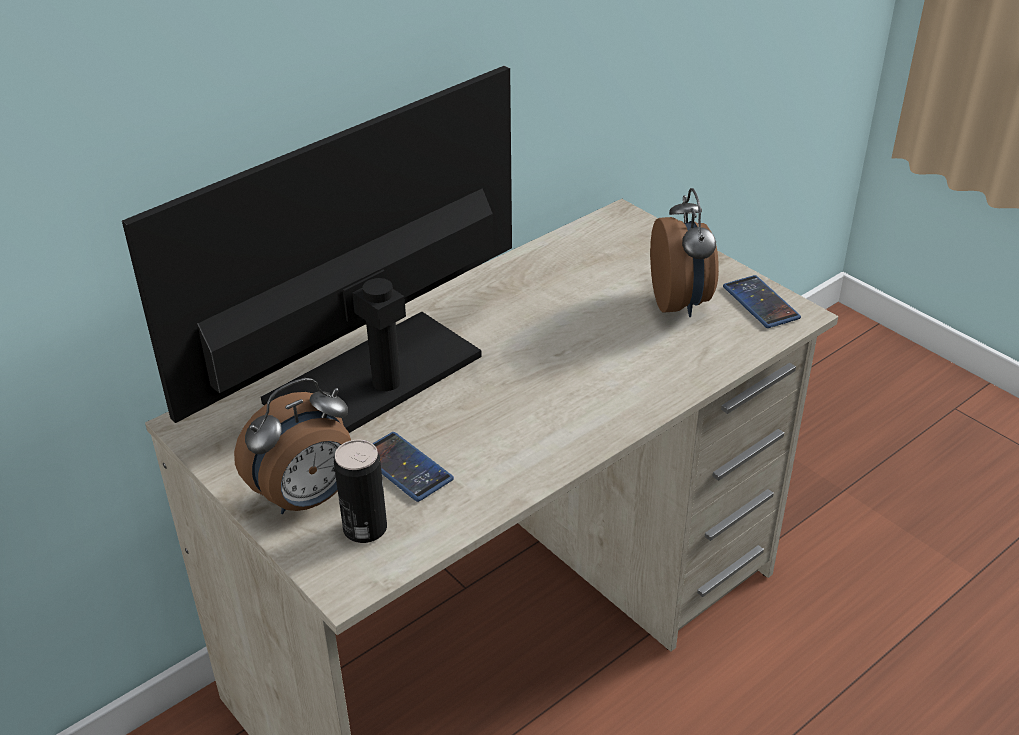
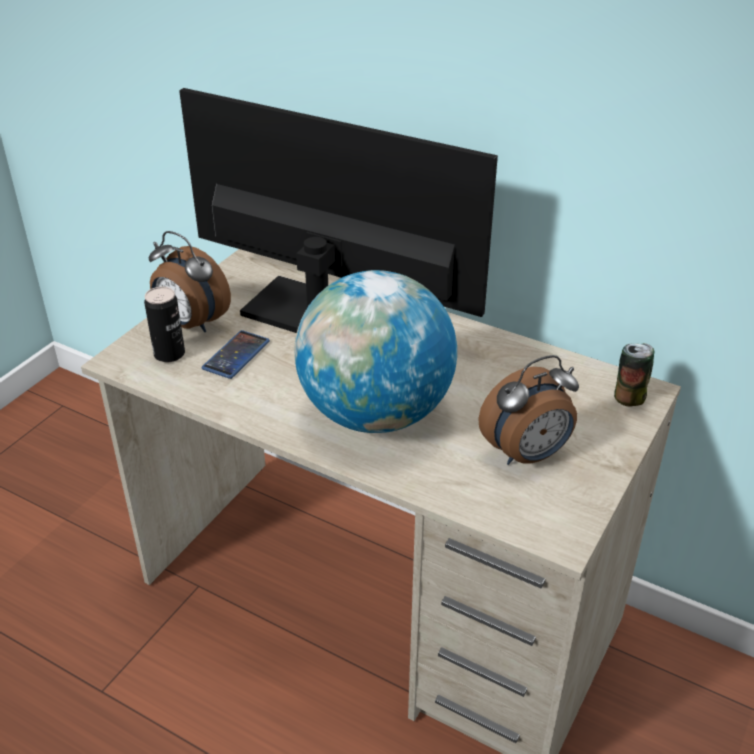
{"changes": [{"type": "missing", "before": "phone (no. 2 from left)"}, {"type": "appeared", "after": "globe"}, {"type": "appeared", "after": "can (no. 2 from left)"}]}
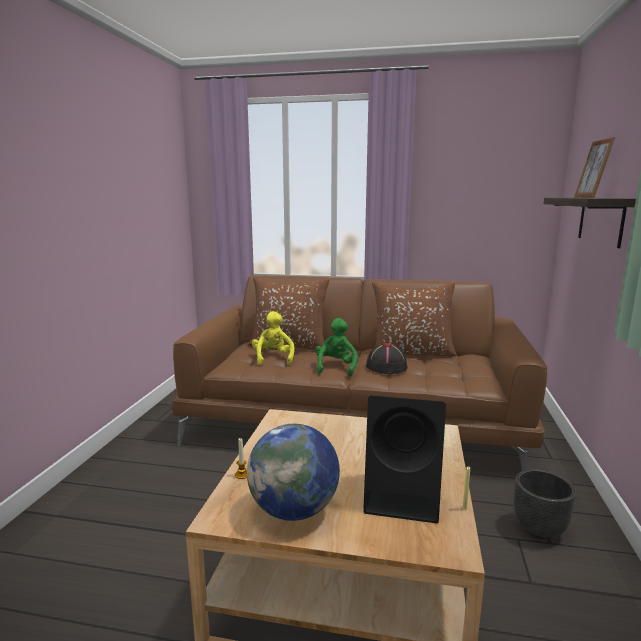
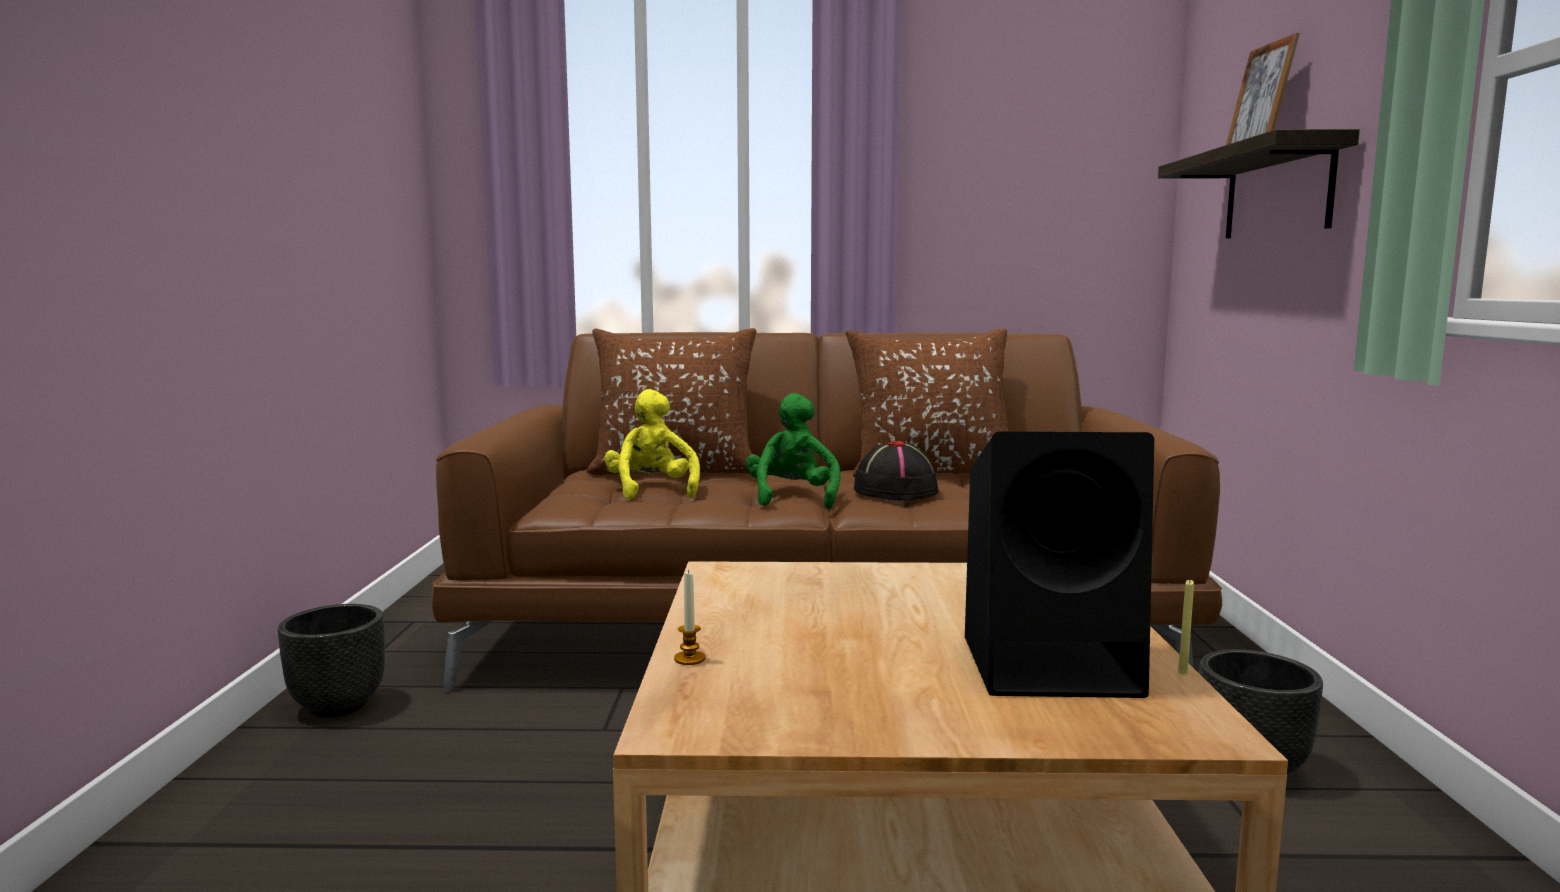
{"changes": [{"type": "missing", "before": "globe"}, {"type": "appeared", "after": "black planter (no. 1 from left)"}]}
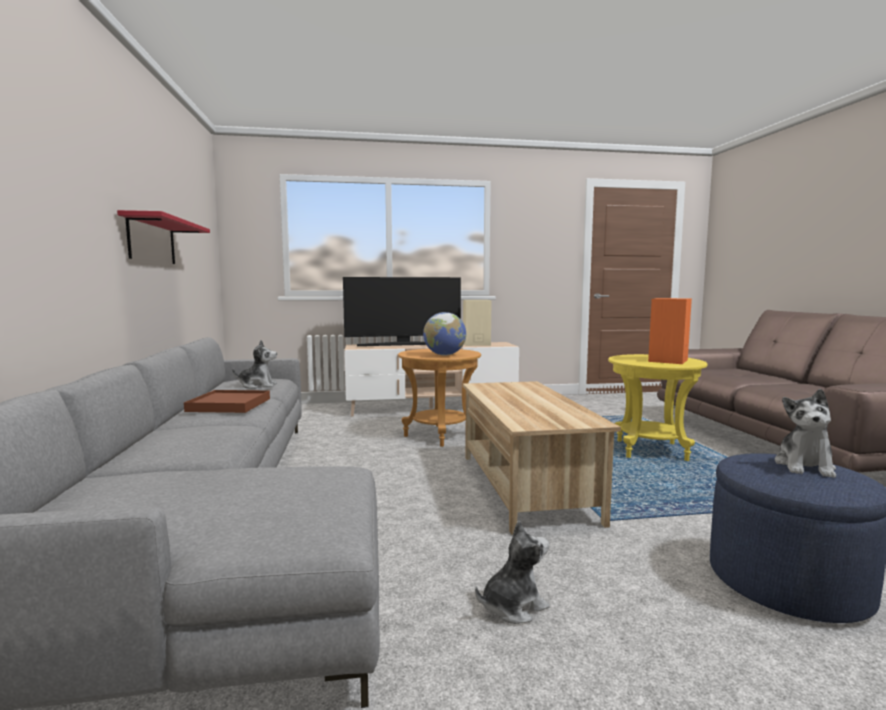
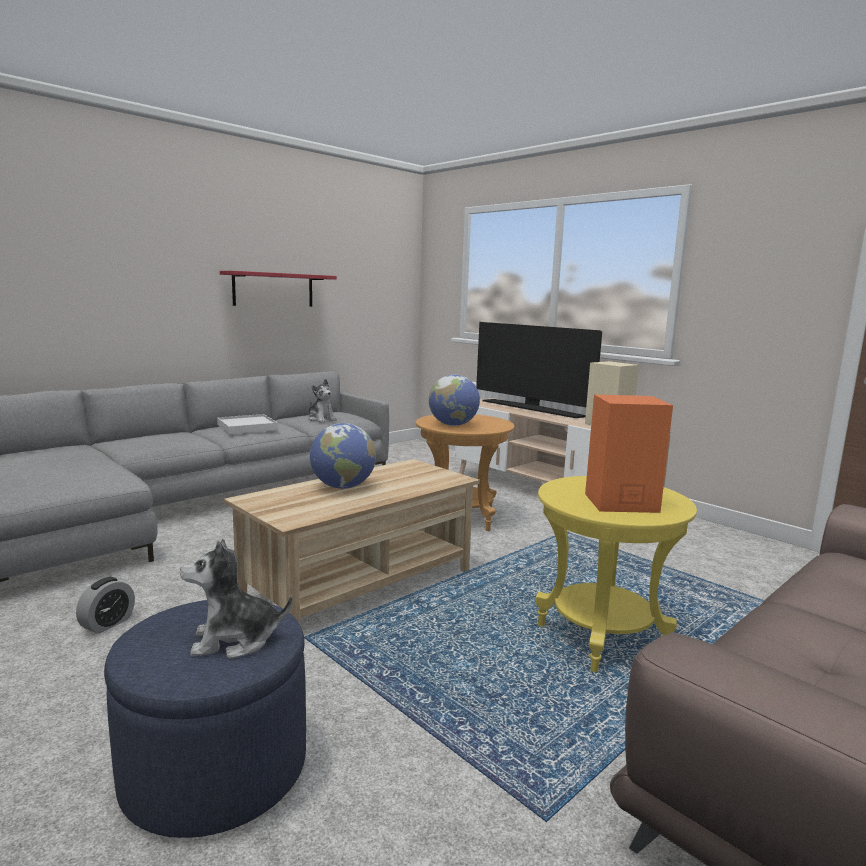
{"changes": [{"type": "appeared", "after": "globe (no. 1 from left)"}, {"type": "exchanged", "before": "plush toy (no. 2 from left)", "after": "alarm clock"}, {"type": "colour", "before": "brown tray", "after": "white tray"}]}
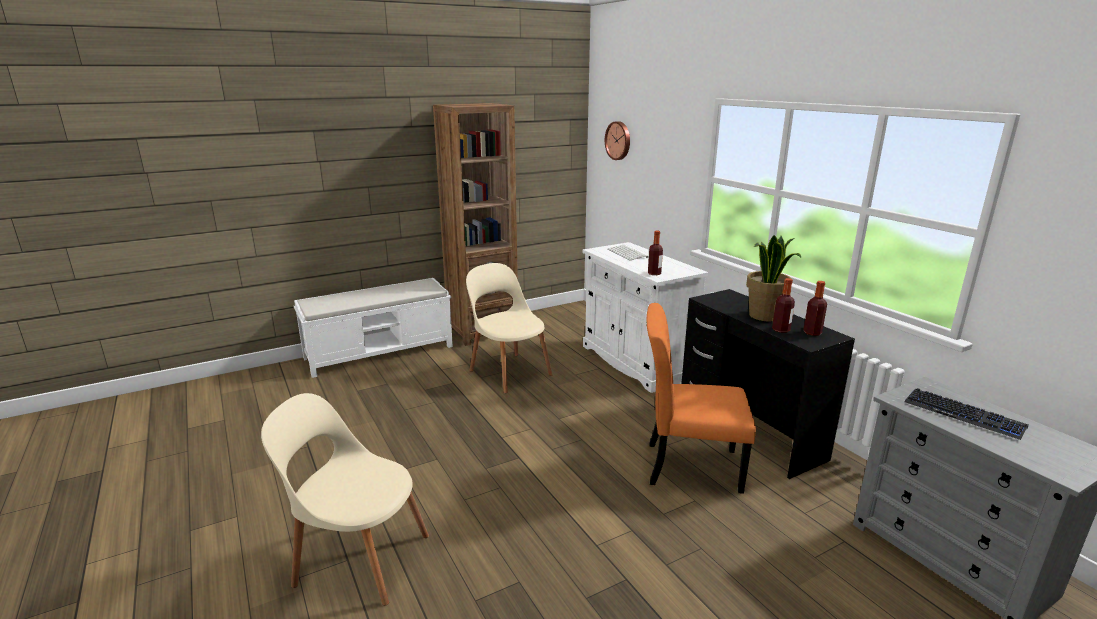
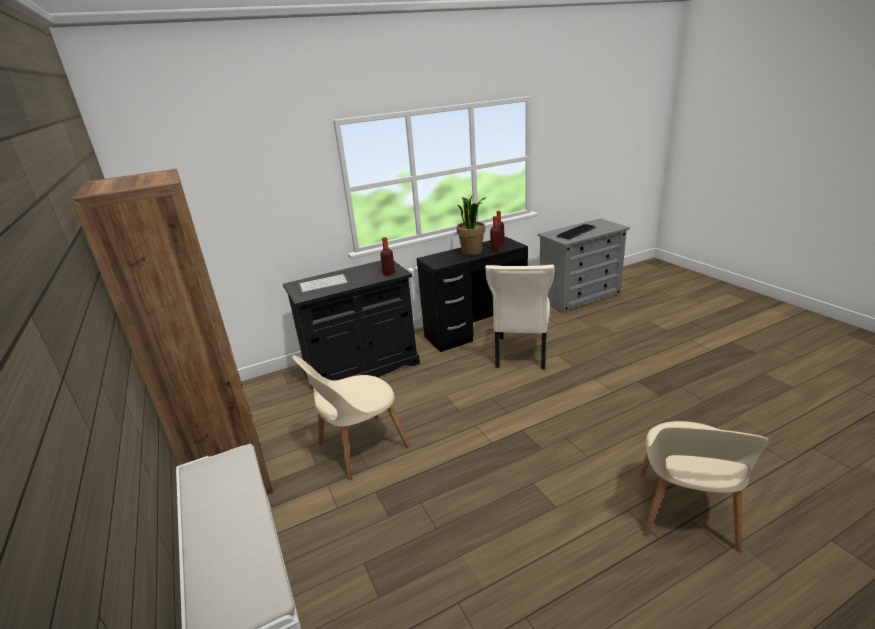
{"changes": [{"type": "missing", "before": "wall clock"}, {"type": "colour", "before": "white cabinet", "after": "black cabinet"}, {"type": "colour", "before": "orange chair", "after": "beige chair (no. 2 from left)"}]}
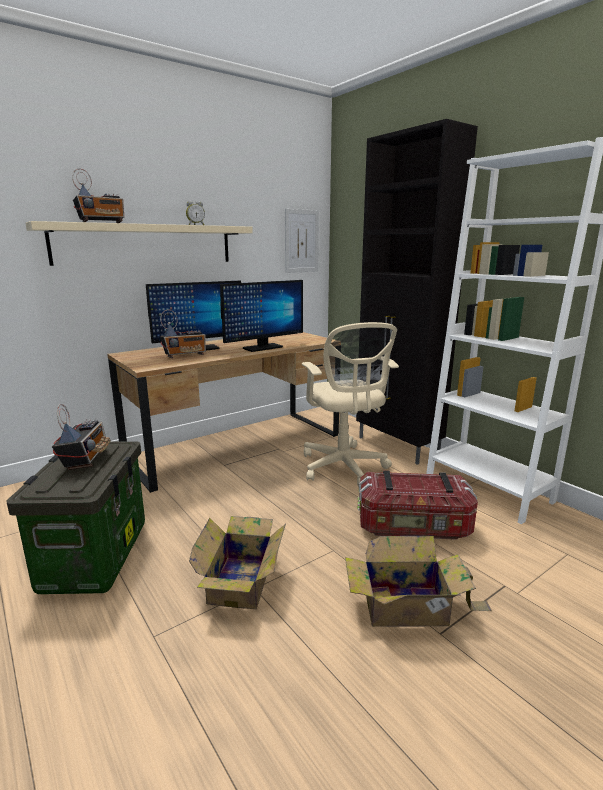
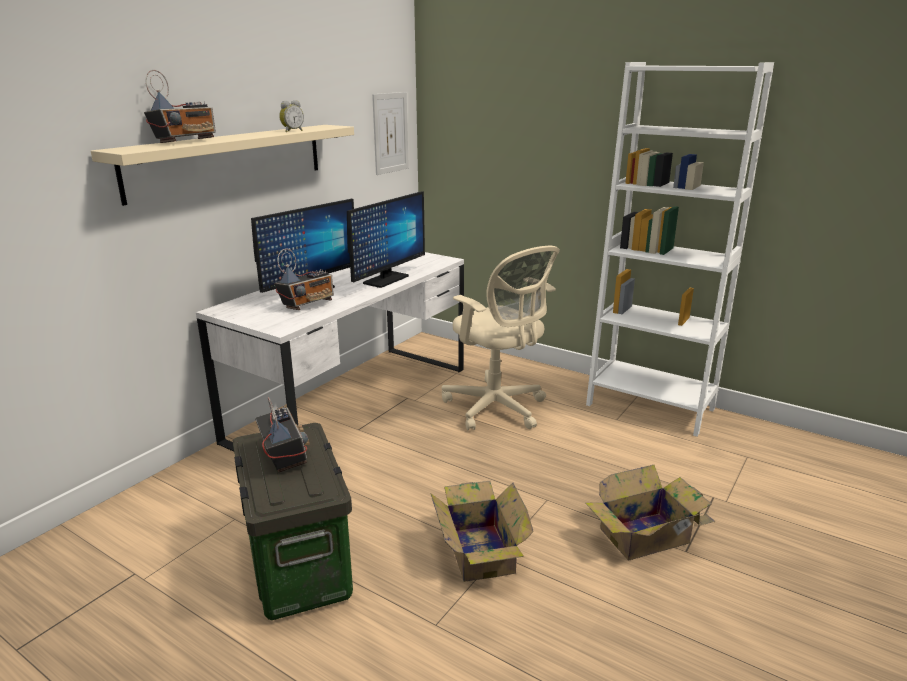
{"changes": [{"type": "missing", "before": "black cabinet"}, {"type": "missing", "before": "storage box (no. 2 from left)"}, {"type": "colour", "before": "brown desk", "after": "white desk"}]}
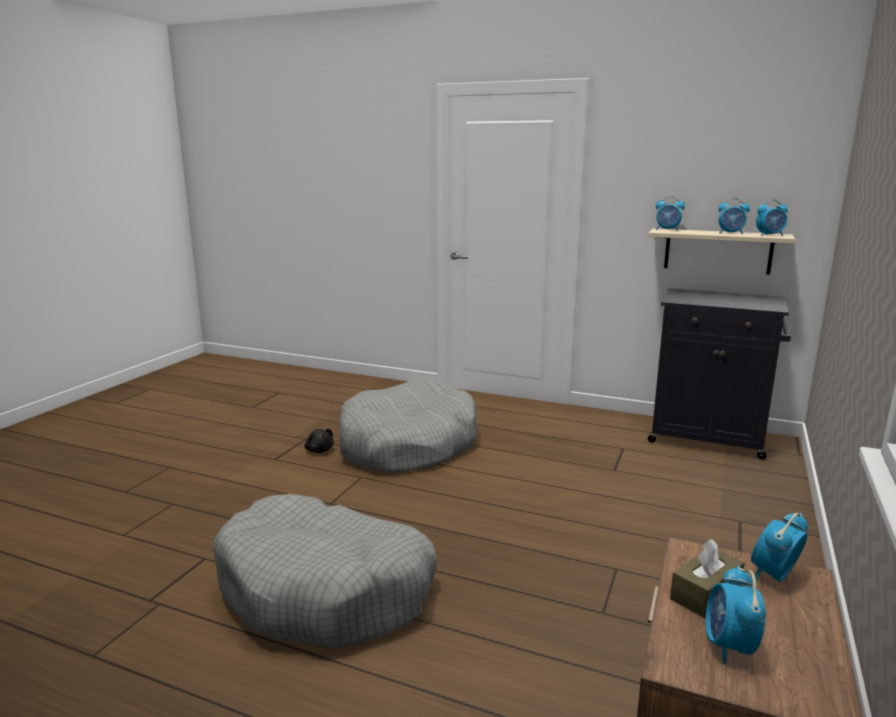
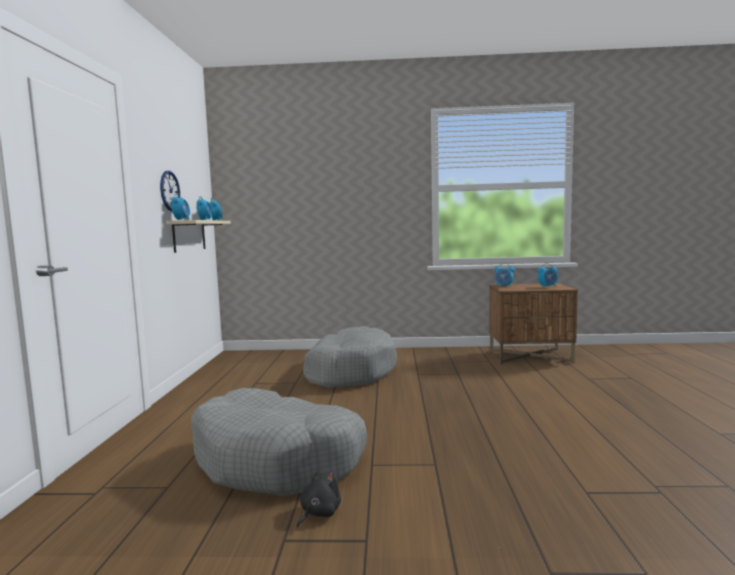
{"changes": [{"type": "missing", "before": "black cabinet"}, {"type": "missing", "before": "brown tissue box"}, {"type": "appeared", "after": "wall clock"}, {"type": "relocated", "before": "grey dog bed (no. 1 from left in the first image)", "after": "grey dog bed (no. 2 from left)"}]}
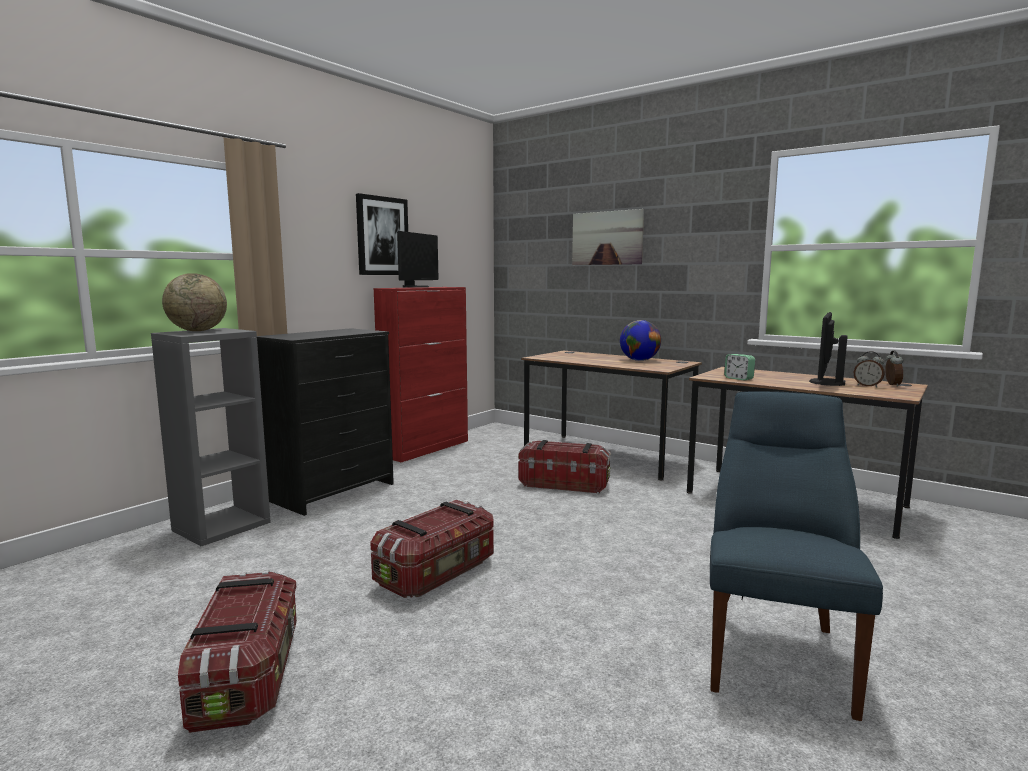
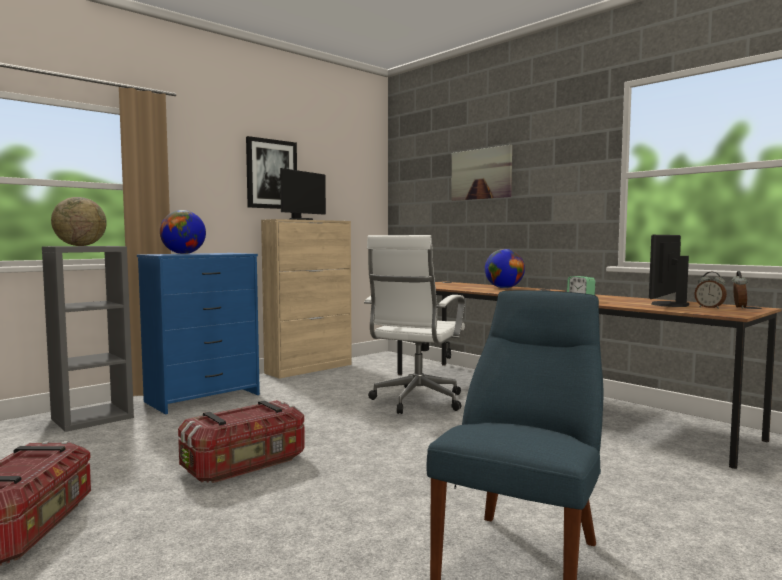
{"changes": [{"type": "appeared", "after": "globe (no. 2 from left)"}, {"type": "exchanged", "before": "storage box (no. 3 from left)", "after": "white office chair"}, {"type": "colour", "before": "black dresser", "after": "blue dresser"}, {"type": "colour", "before": "red cabinet", "after": "beige cabinet"}]}
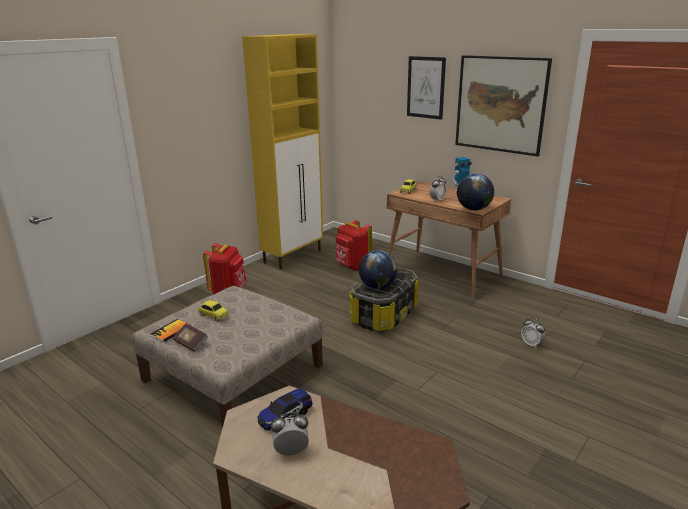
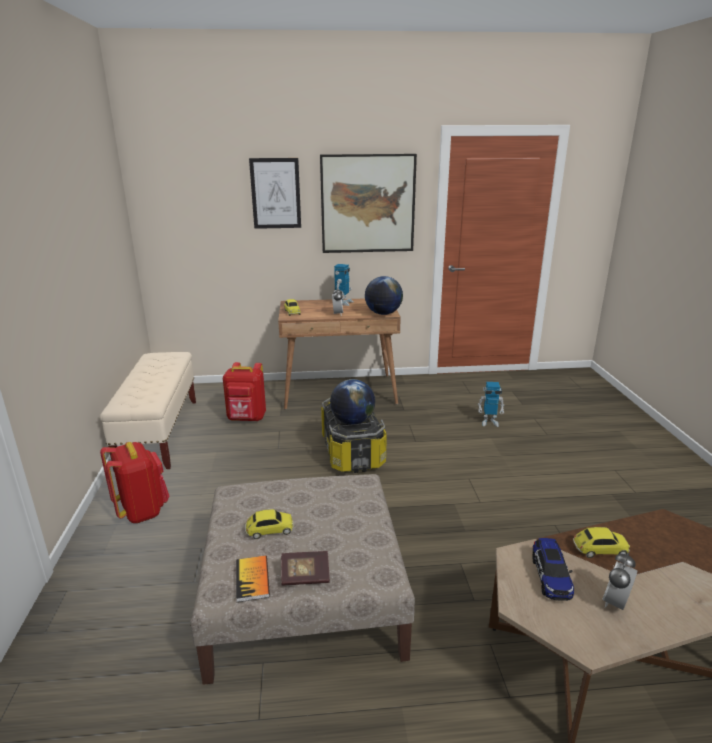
{"changes": [{"type": "appeared", "after": "toy car (no. 4 from left)"}, {"type": "exchanged", "before": "yellow cabinet", "after": "beige bench"}, {"type": "exchanged", "before": "alarm clock (no. 3 from left)", "after": "toy robot (no. 2 from left)"}]}
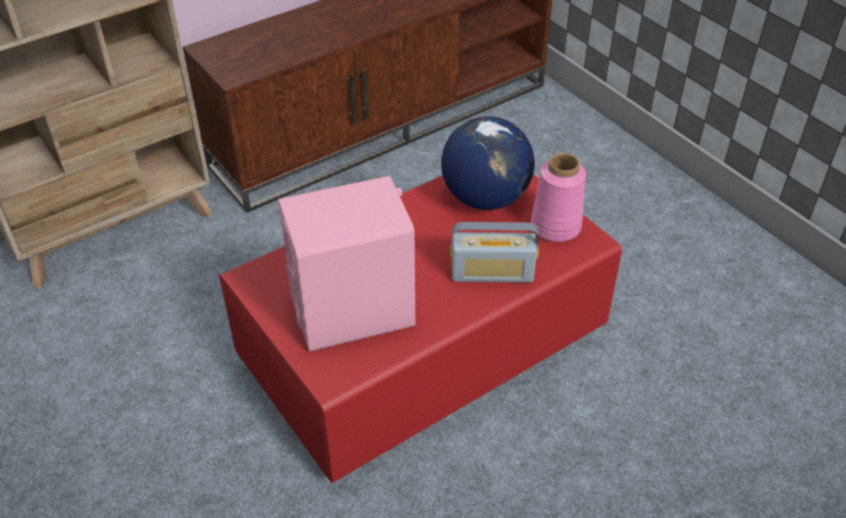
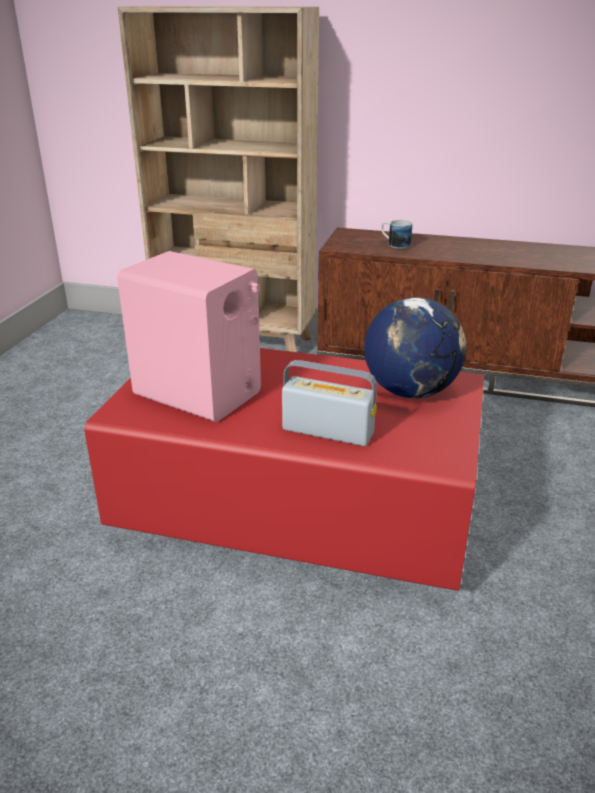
{"changes": [{"type": "missing", "before": "pink vase"}, {"type": "appeared", "after": "mug"}, {"type": "spun", "before": "radio", "turn": 150}]}
